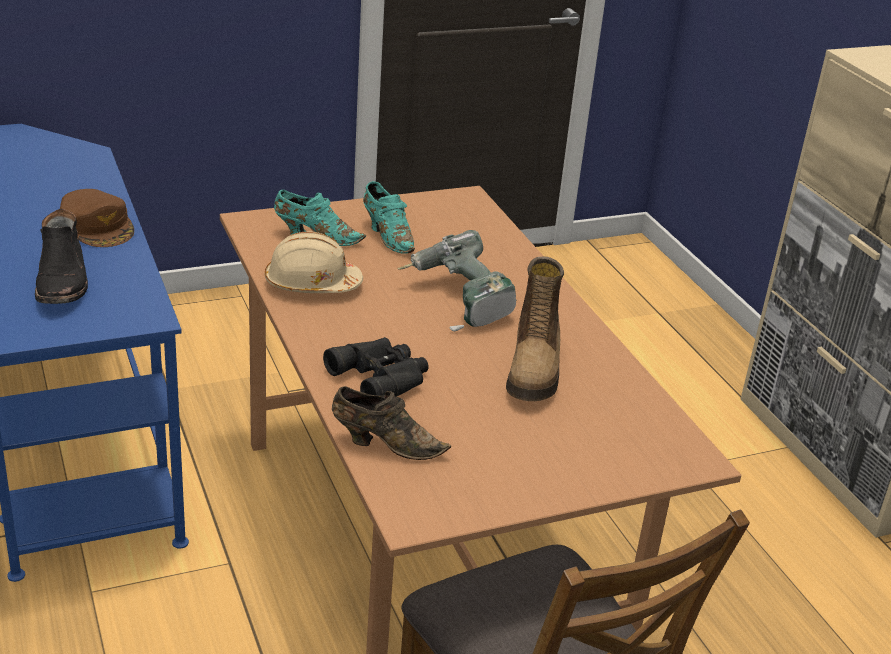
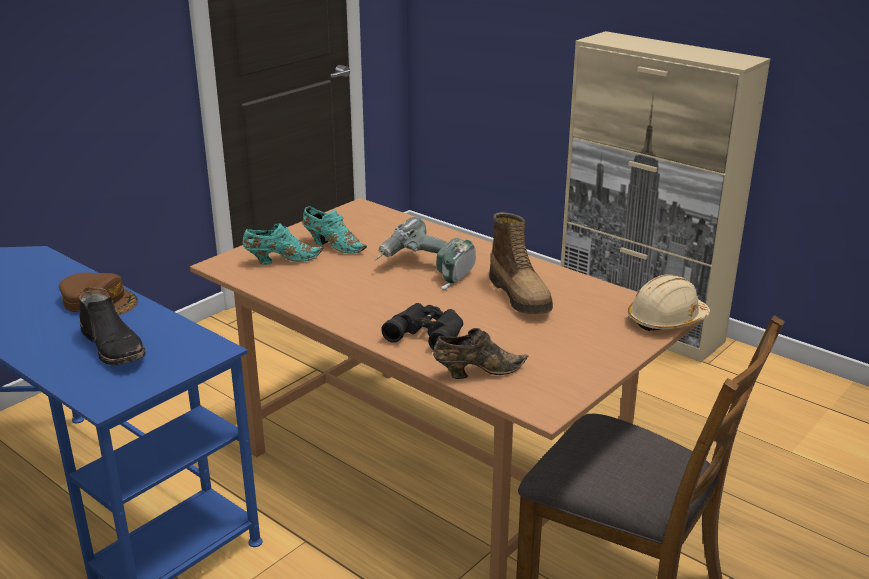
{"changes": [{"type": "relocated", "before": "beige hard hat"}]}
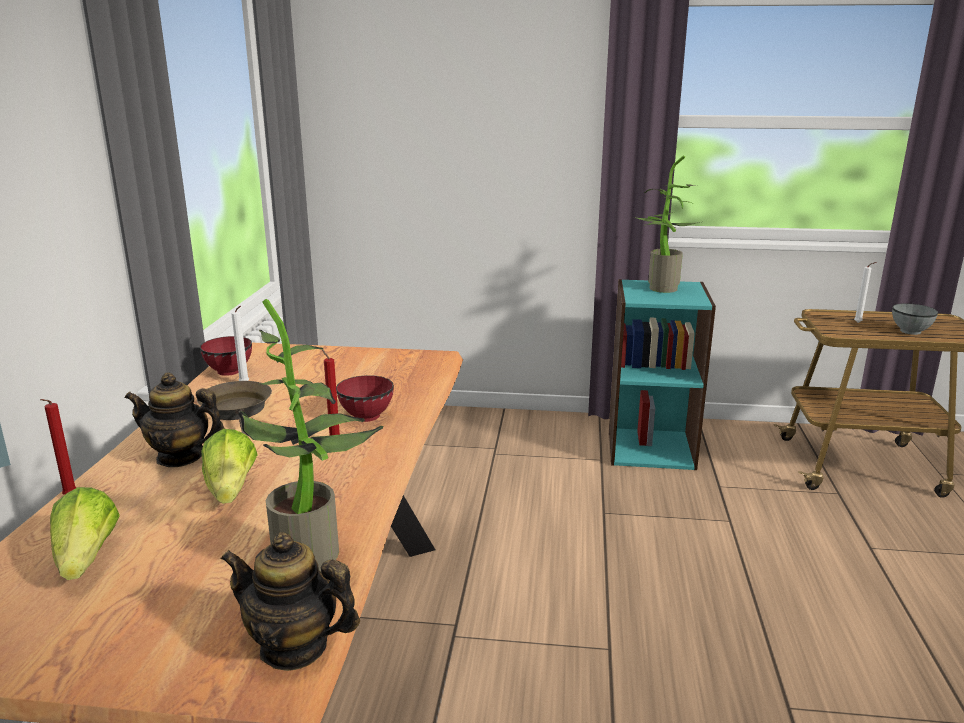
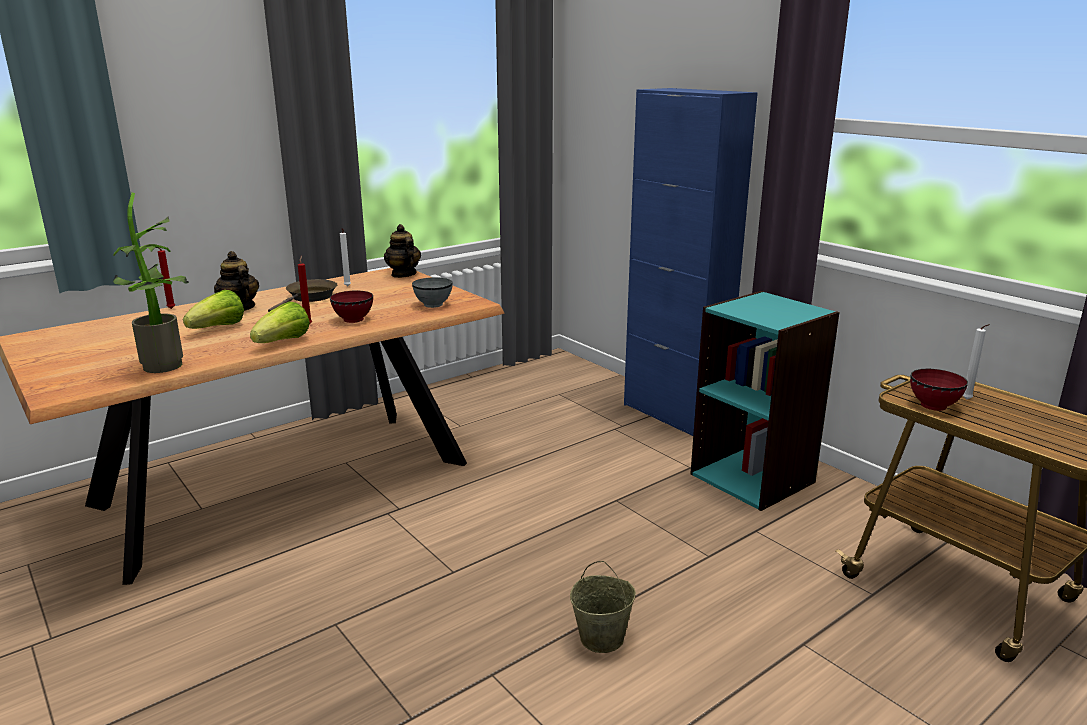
{"changes": [{"type": "missing", "before": "potted plant (no. 2 from left)"}, {"type": "appeared", "after": "beige bucket"}, {"type": "appeared", "after": "blue cabinet"}, {"type": "relocated", "before": "lettuce (no. 1 from left in the first image)", "after": "lettuce (no. 2 from left)"}, {"type": "relocated", "before": "red bowl (no. 1 from left in the first image)", "after": "red bowl (no. 2 from left)"}, {"type": "relocated", "before": "teapot (no. 2 from left)"}, {"type": "relocated", "before": "grey bowl"}]}
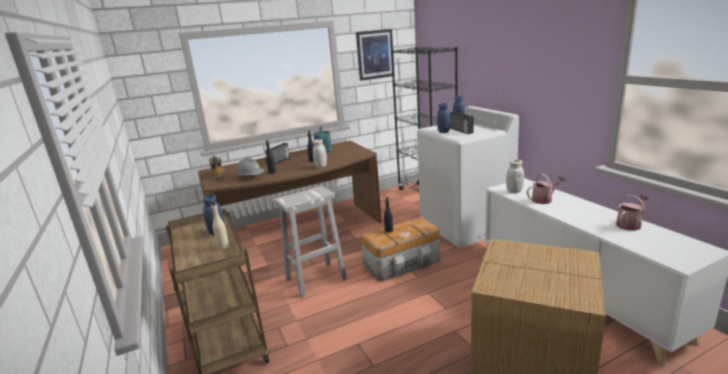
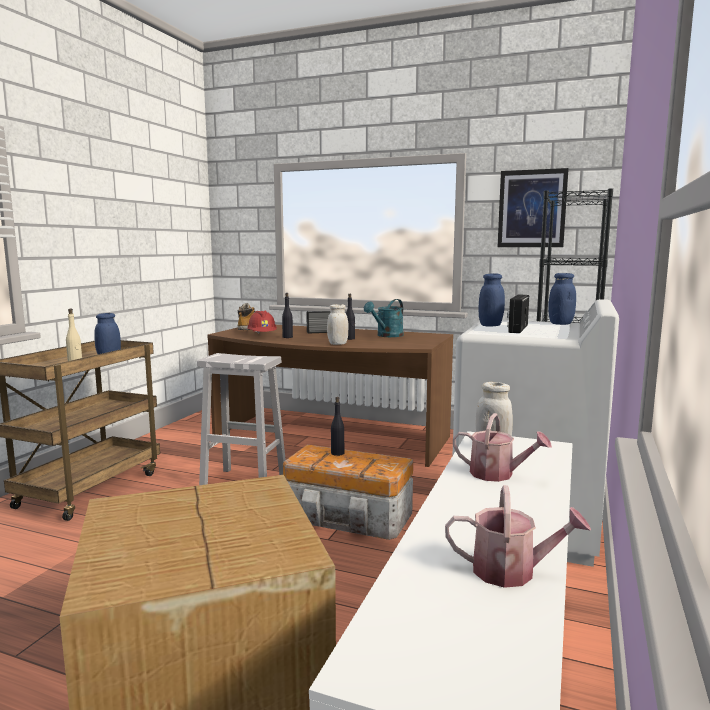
{"changes": [{"type": "colour", "before": "grey hard hat", "after": "red hard hat"}]}
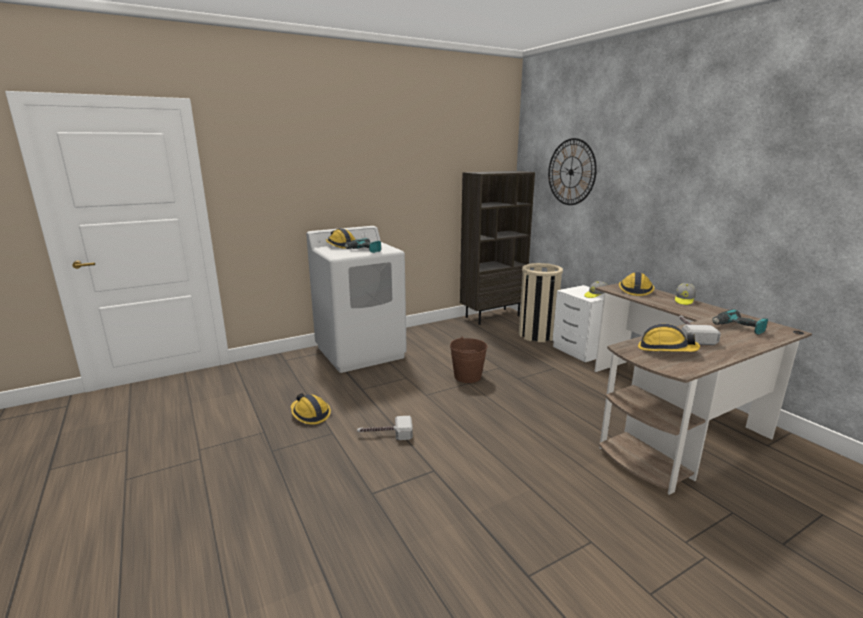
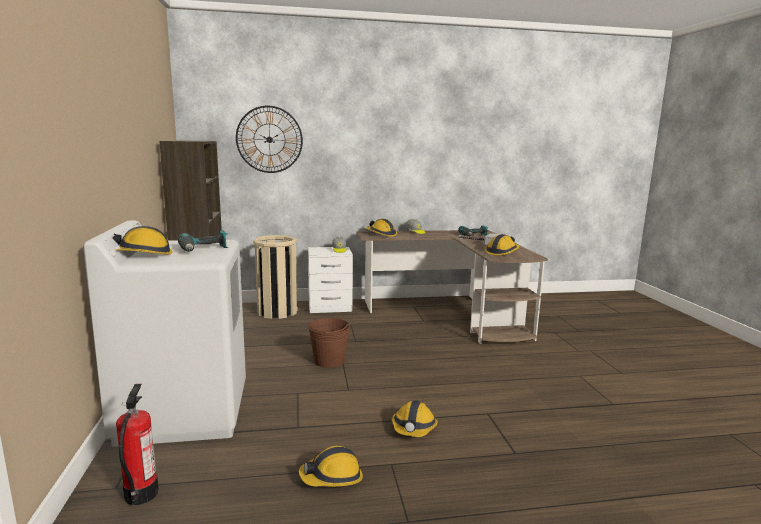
{"changes": [{"type": "appeared", "after": "fire extinguisher"}, {"type": "exchanged", "before": "hammer (no. 1 from left)", "after": "hard hat (no. 4 from left)"}]}
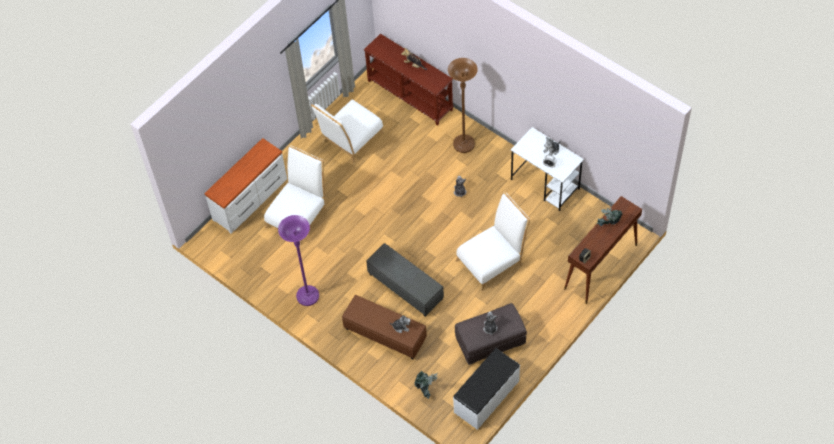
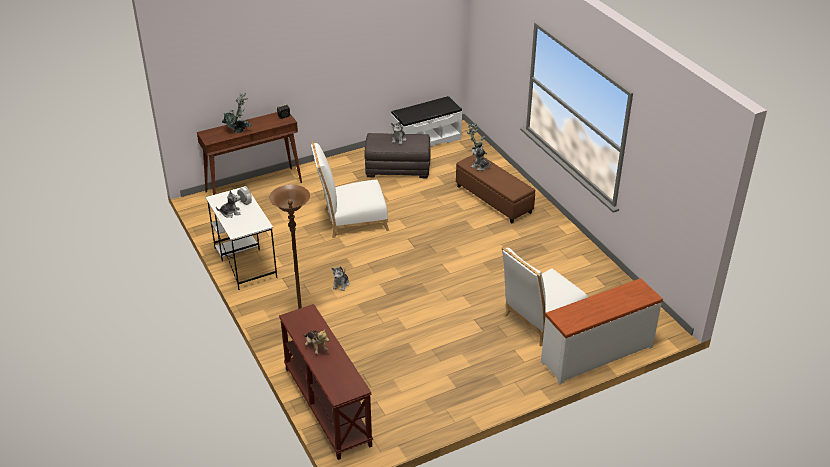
{"changes": [{"type": "missing", "before": "purple floor lamp"}, {"type": "missing", "before": "white chair (no. 2 from left)"}, {"type": "missing", "before": "grey ottoman (no. 1 from left)"}]}
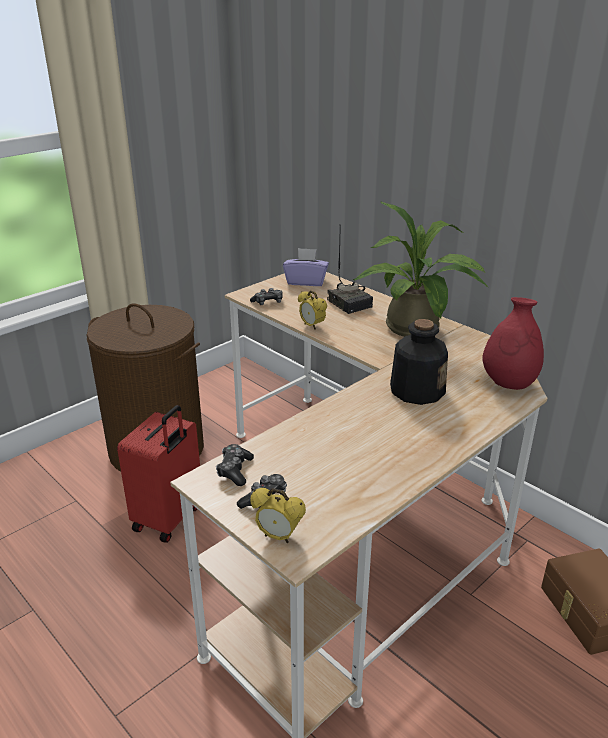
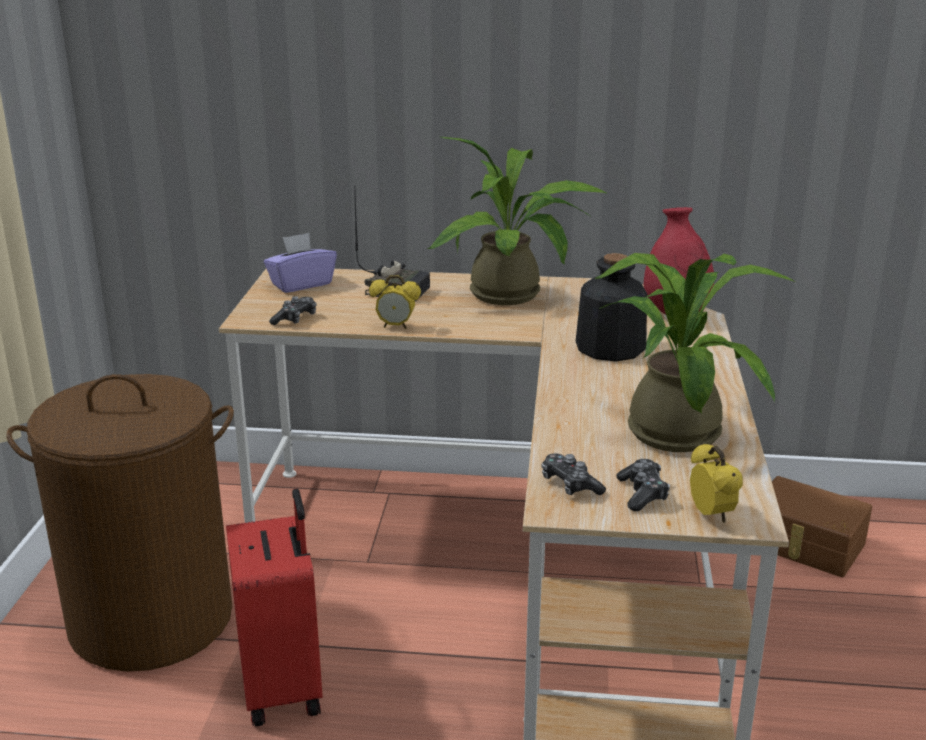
{"changes": [{"type": "appeared", "after": "potted plant (no. 2 from left)"}, {"type": "spun", "before": "alarm clock (no. 1 from left in the first image)", "turn": -90}]}
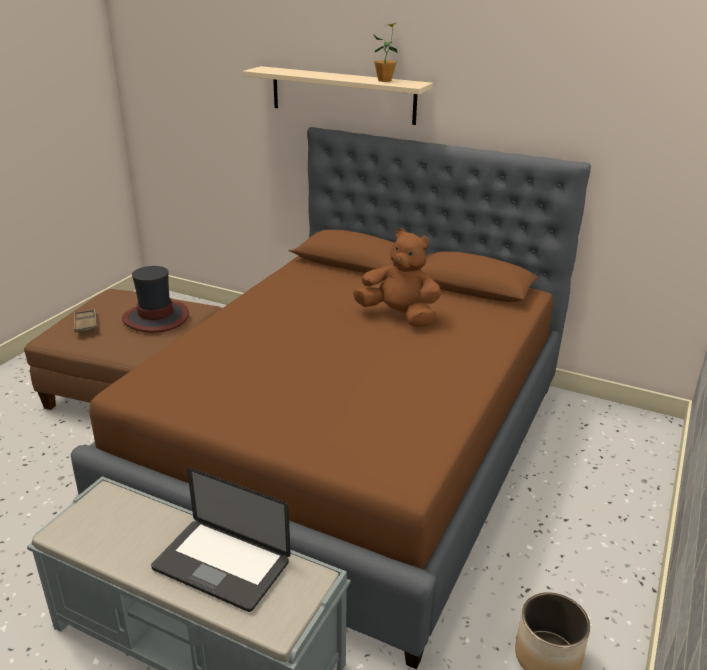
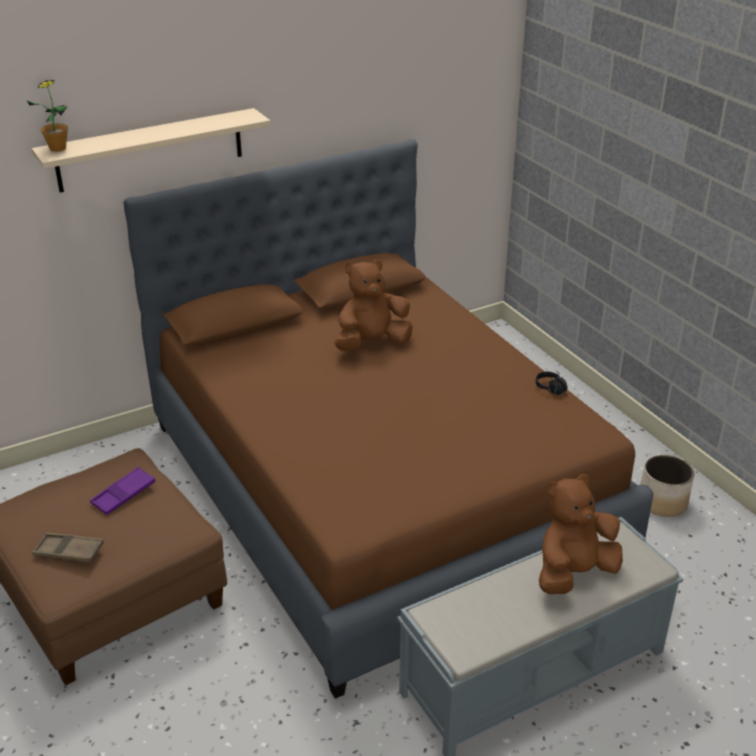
{"changes": [{"type": "appeared", "after": "black headphones"}, {"type": "relocated", "before": "potted plant"}, {"type": "exchanged", "before": "hat", "after": "purple tray"}, {"type": "exchanged", "before": "laptop", "after": "brown plush toy (no. 2 from left)"}]}
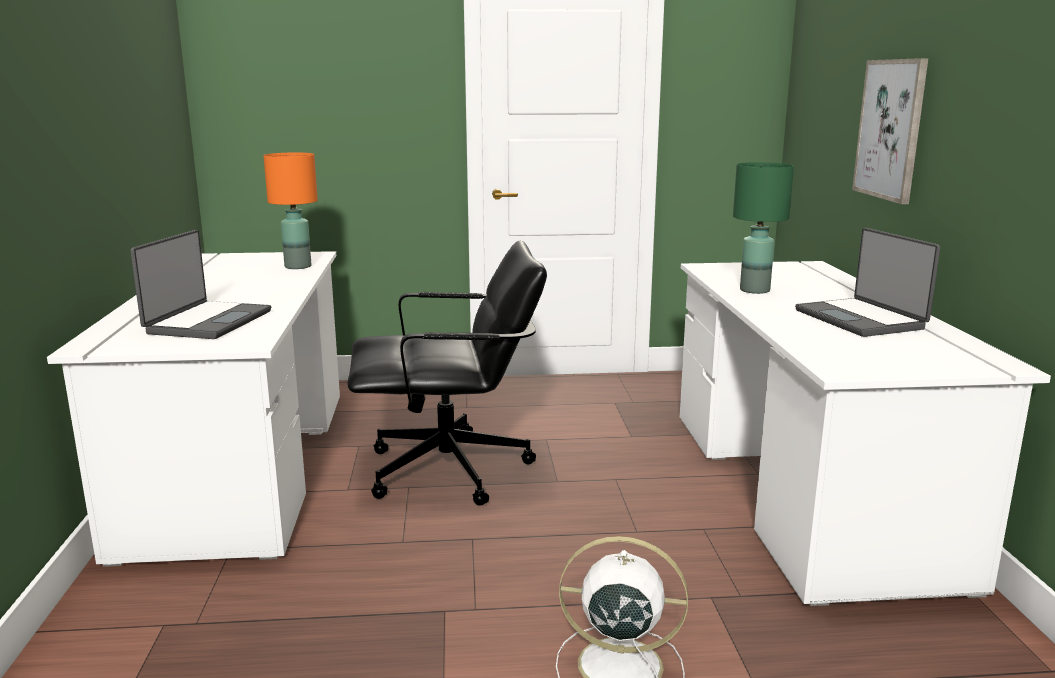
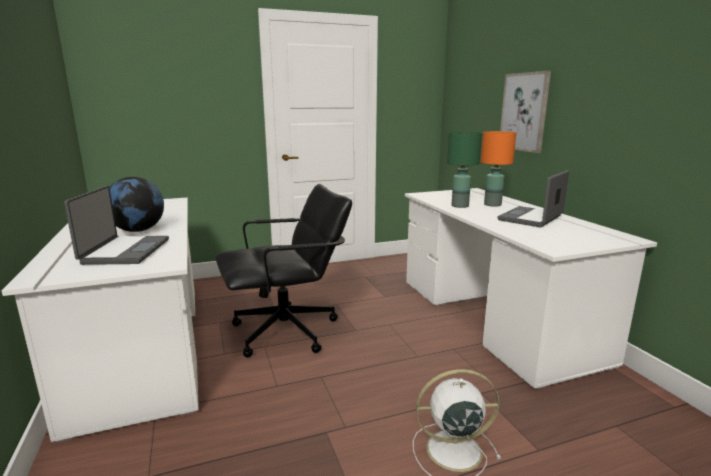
{"changes": [{"type": "appeared", "after": "globe"}, {"type": "relocated", "before": "orange table lamp"}, {"type": "spun", "before": "laptop (no. 2 from left)", "turn": 75}]}
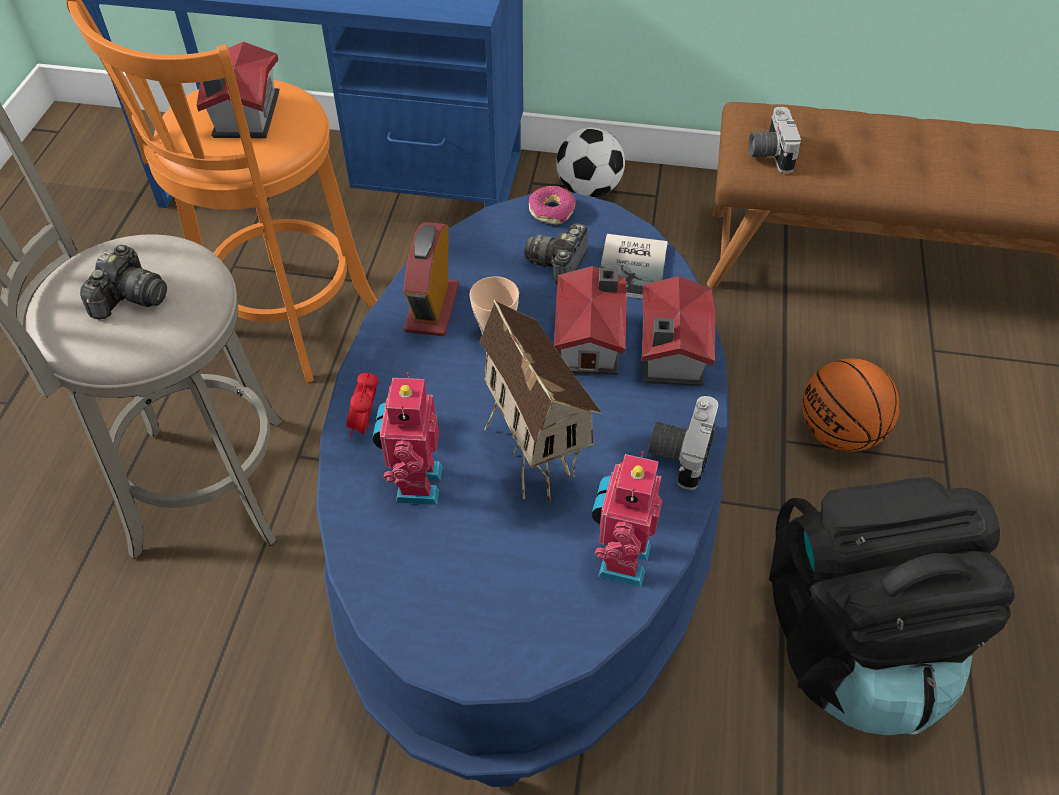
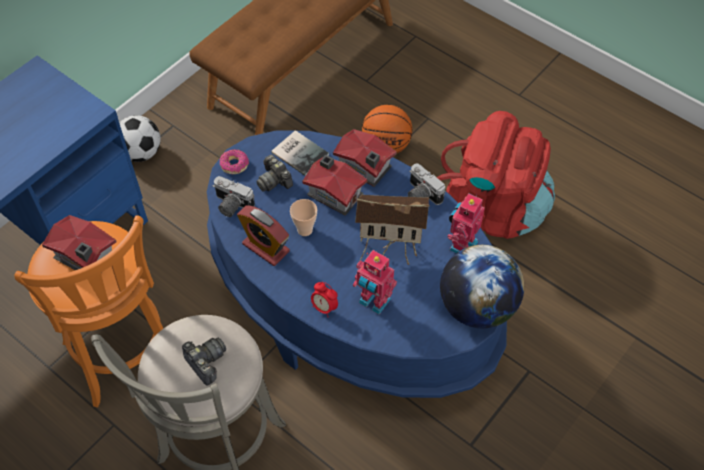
{"changes": [{"type": "appeared", "after": "globe"}, {"type": "relocated", "before": "photo camera (no. 4 from left in the first image)", "after": "photo camera (no. 2 from left)"}, {"type": "colour", "before": "black backpack", "after": "red backpack"}, {"type": "spun", "before": "toy robot (no. 2 from left)", "turn": 75}]}
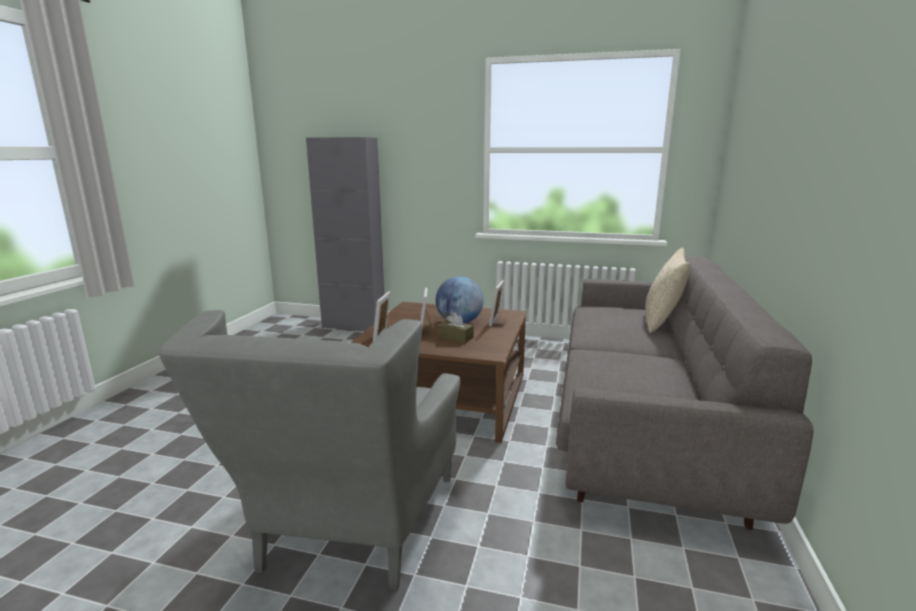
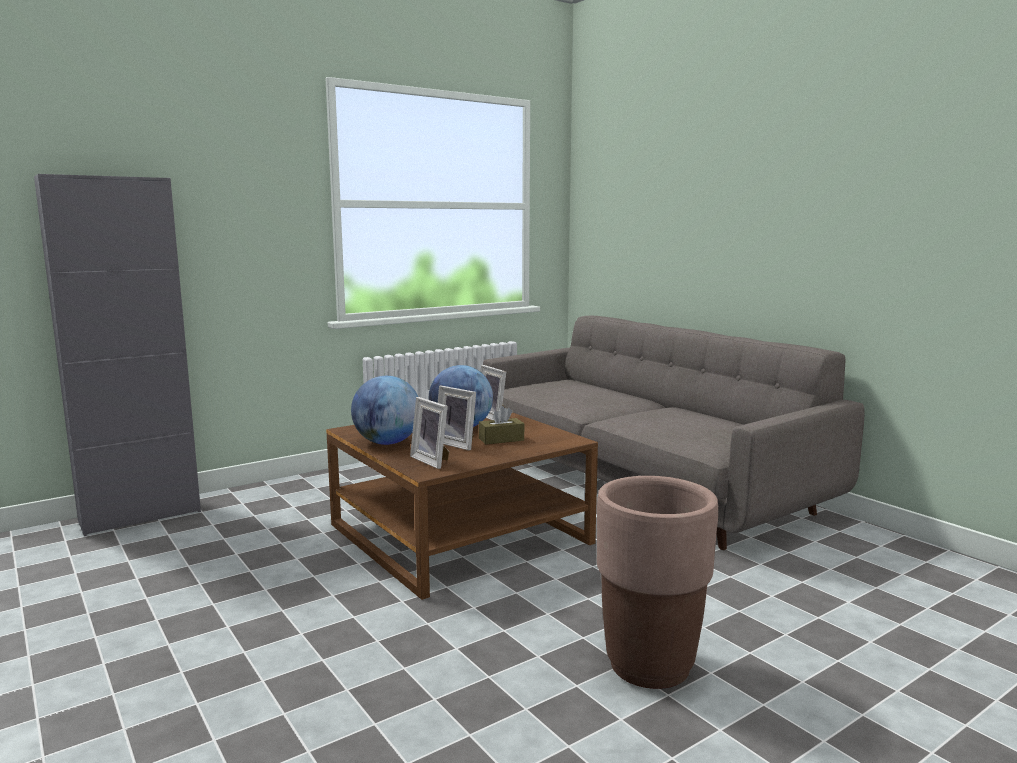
{"changes": [{"type": "missing", "before": "beige pillow"}, {"type": "appeared", "after": "globe (no. 1 from left)"}, {"type": "exchanged", "before": "grey armchair", "after": "brown planter"}]}
